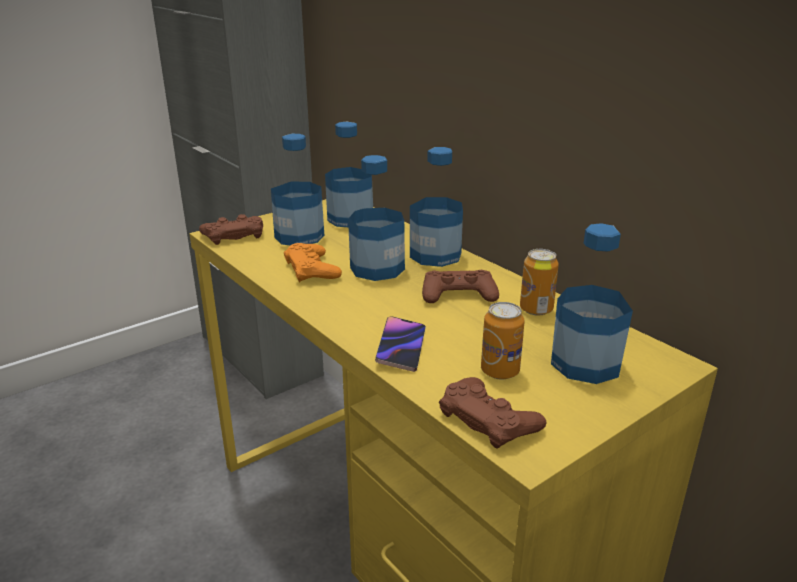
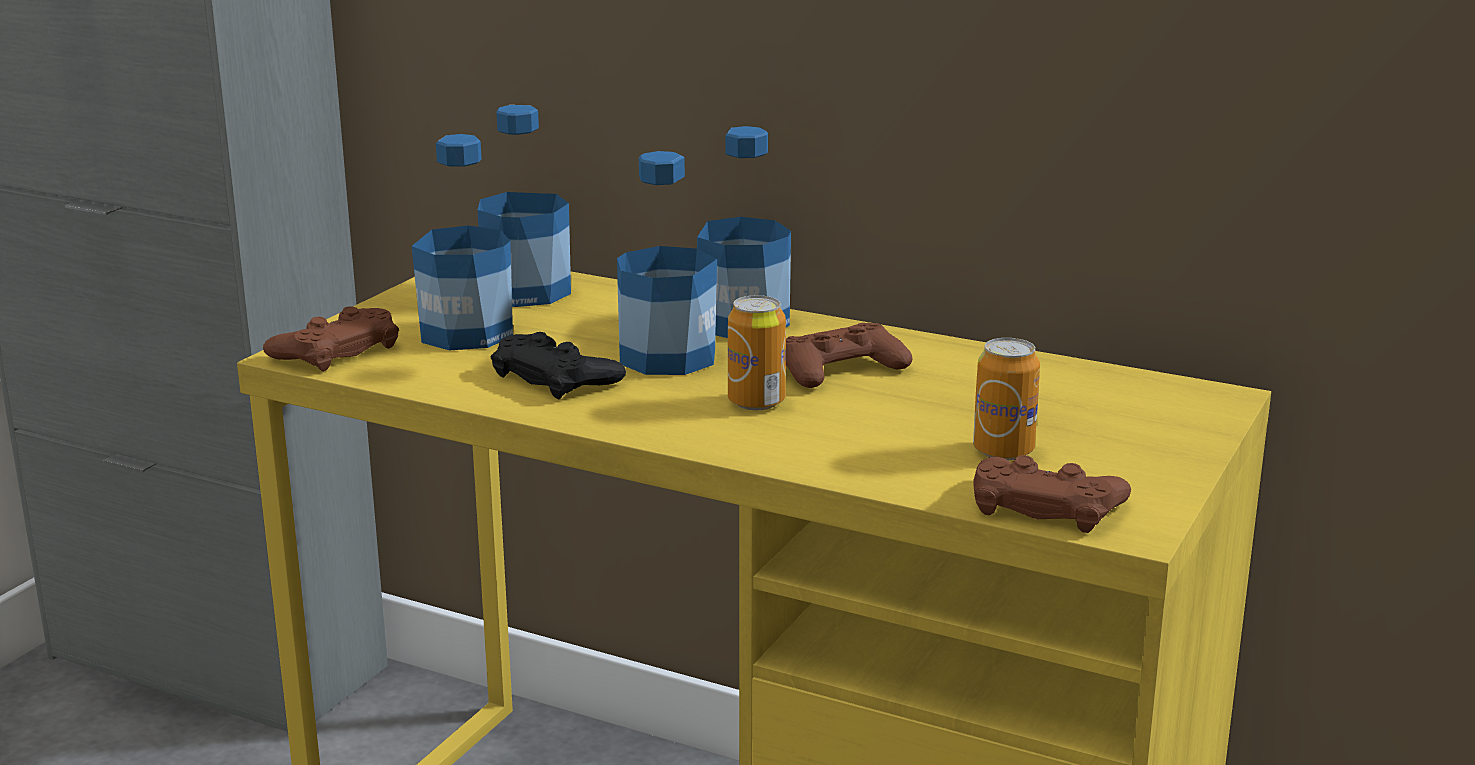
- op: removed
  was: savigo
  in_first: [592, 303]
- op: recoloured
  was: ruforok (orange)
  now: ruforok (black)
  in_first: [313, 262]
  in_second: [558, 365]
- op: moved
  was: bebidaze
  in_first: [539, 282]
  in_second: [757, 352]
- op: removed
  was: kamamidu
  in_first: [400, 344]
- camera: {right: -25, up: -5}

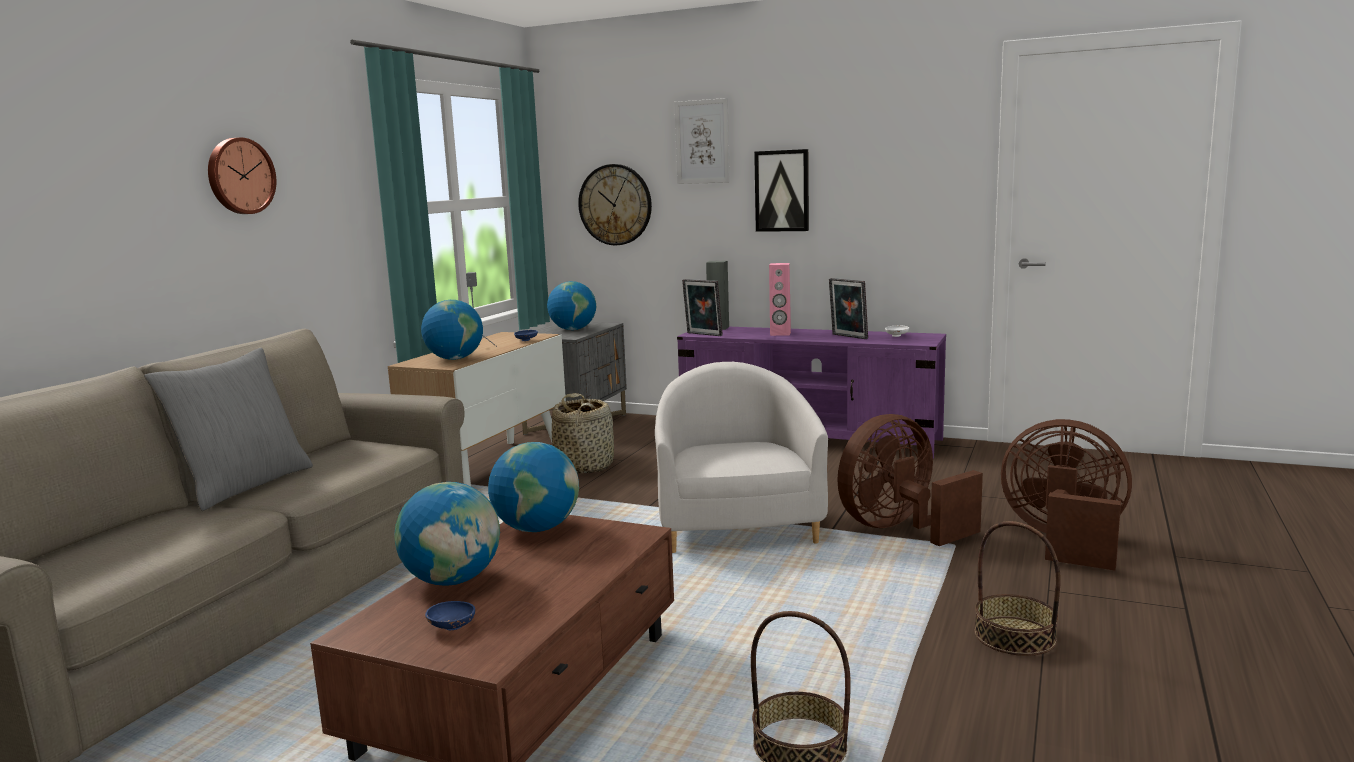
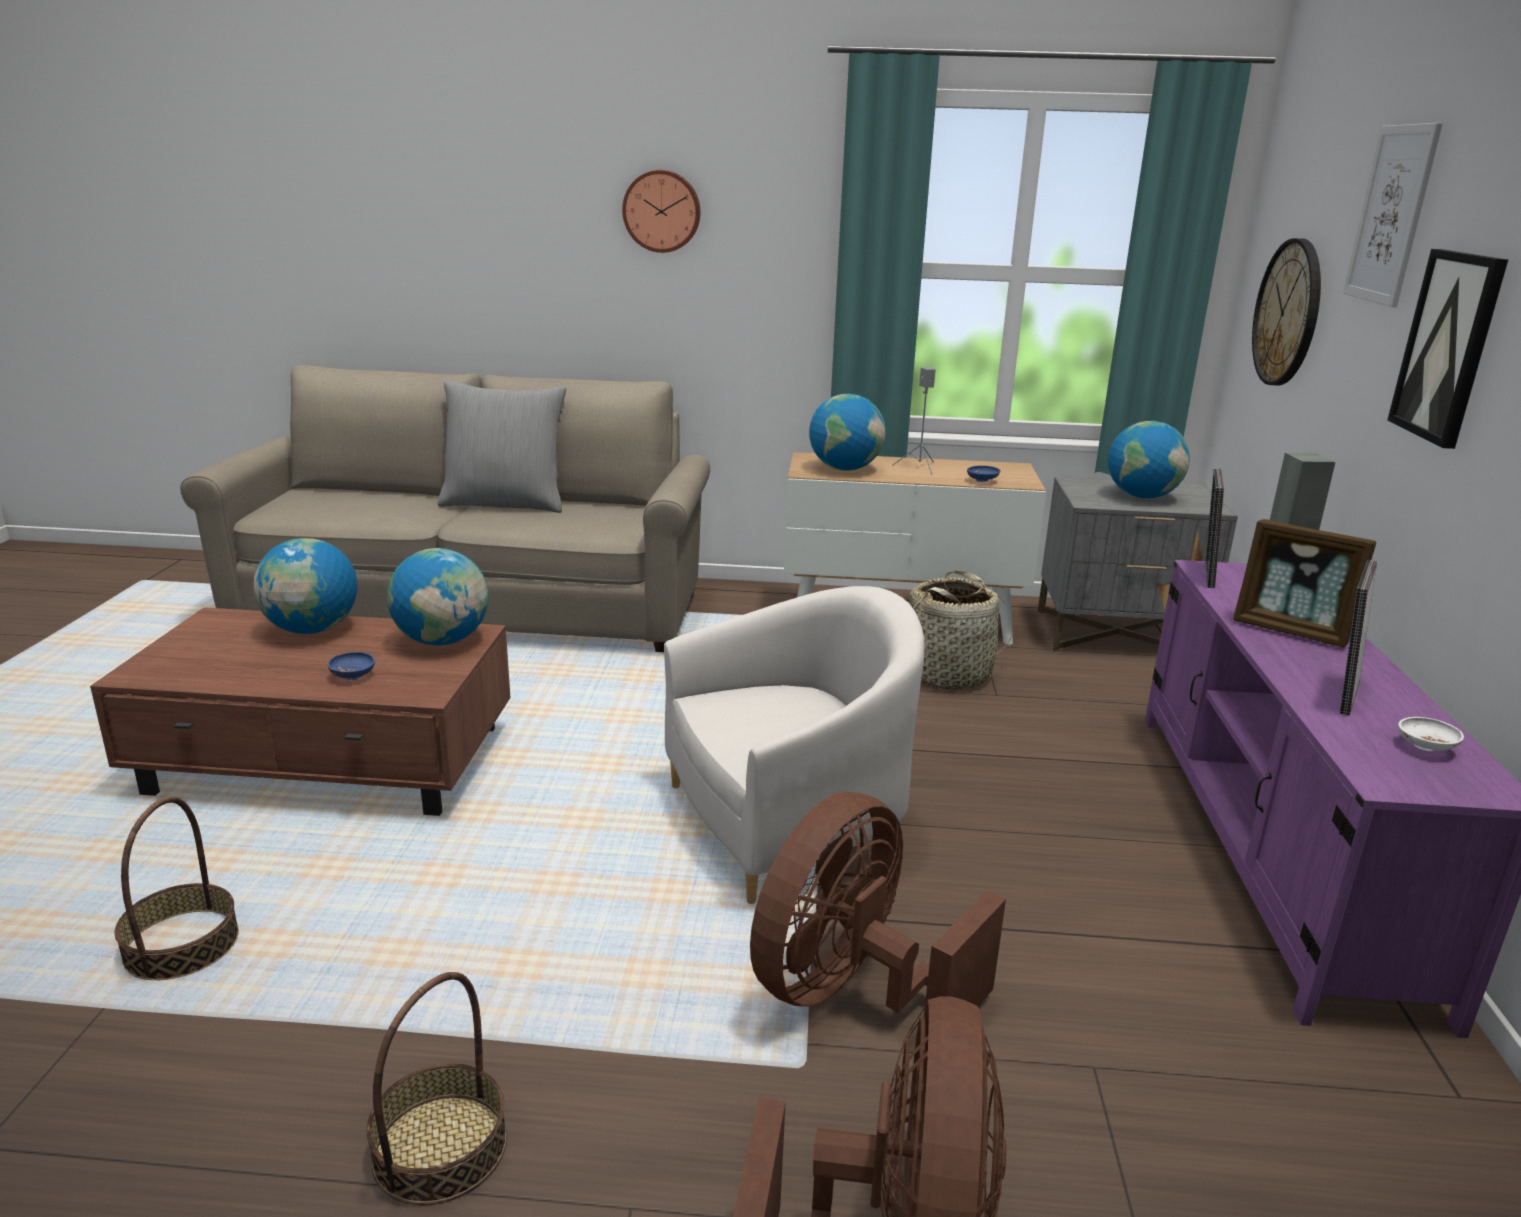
- op: replaced
  was: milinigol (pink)
  now: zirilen
  in_first: [780, 299]
  in_second: [1304, 583]
- op: turned
  was: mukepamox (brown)
  in_first: [910, 480]
  in_second: [878, 902]
  clockwise: -90
- op: moved
  was: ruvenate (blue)
  in_first: [450, 615]
  in_second: [351, 666]
- camera: {right: 70, up: 10}

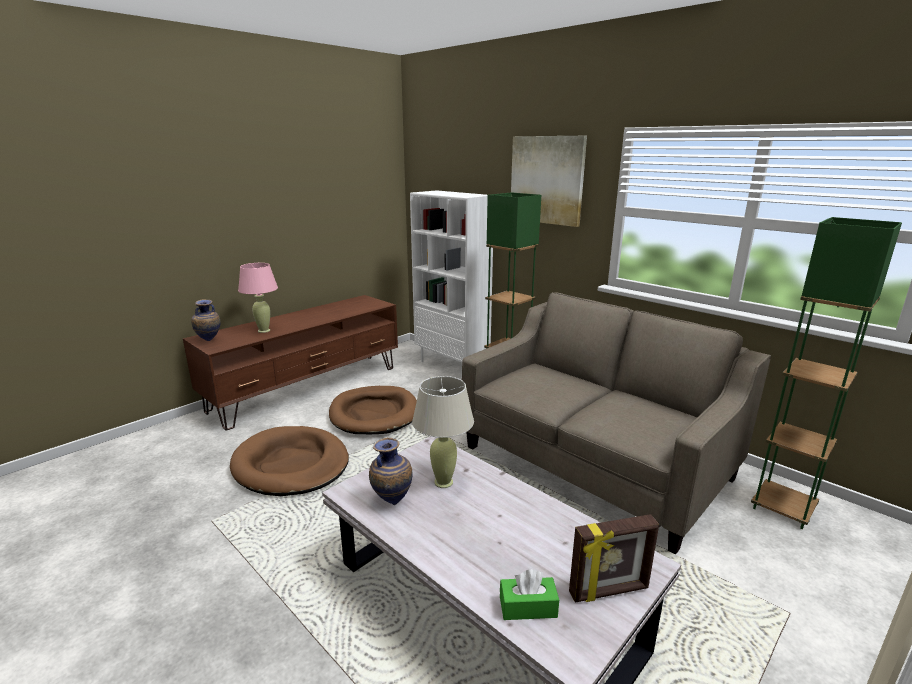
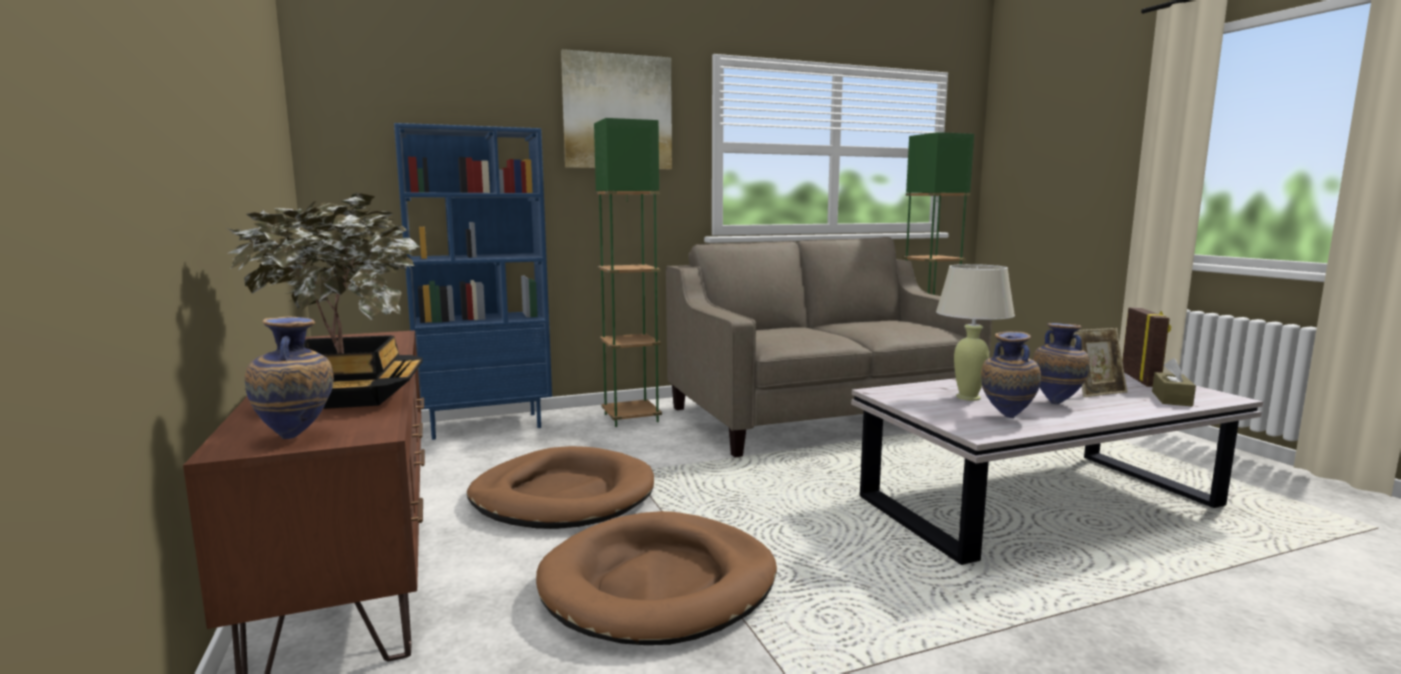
- op: recoloured
  was: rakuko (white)
  now: rakuko (blue)
  in_first: [451, 276]
  in_second: [473, 281]
- op: replaced
  was: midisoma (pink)
  now: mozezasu
  in_first: [258, 298]
  in_second: [325, 301]
- op: recoloured
  was: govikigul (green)
  now: govikigul (brown)
  in_first: [529, 594]
  in_second: [1174, 382]
- op: added
  now: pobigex
  in_second: [1061, 364]
- op: added
  now: zirilen
  in_second: [1100, 362]
- camera: {right: -65, up: -10}

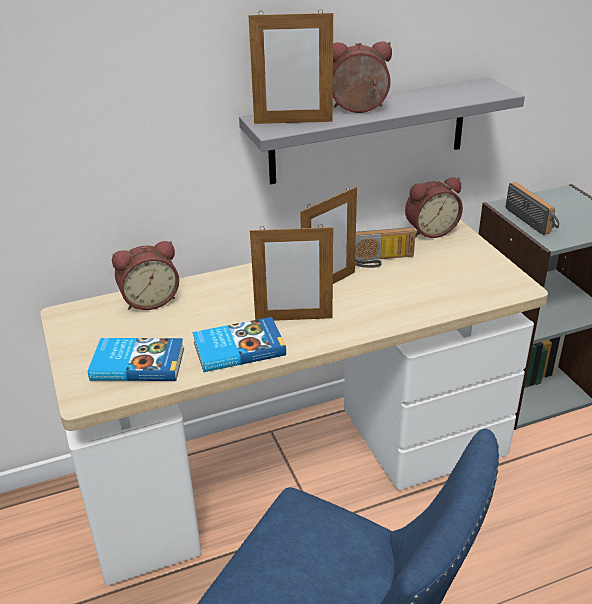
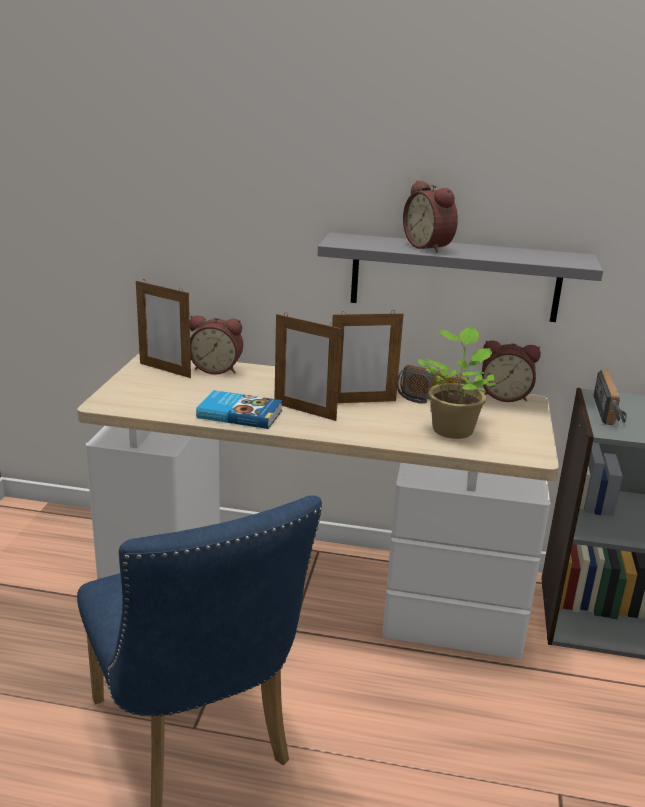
- op: moved
  was: zirilen
  in_first: [291, 66]
  in_second: [163, 328]
- op: turned
  was: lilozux
  in_first: [362, 77]
  in_second: [430, 216]
  clockwise: -150
- op: removed
  was: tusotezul
  in_first: [136, 359]
- op: added
  now: mozezasu
  in_second: [456, 382]
- camera: {right: 30, up: -10}

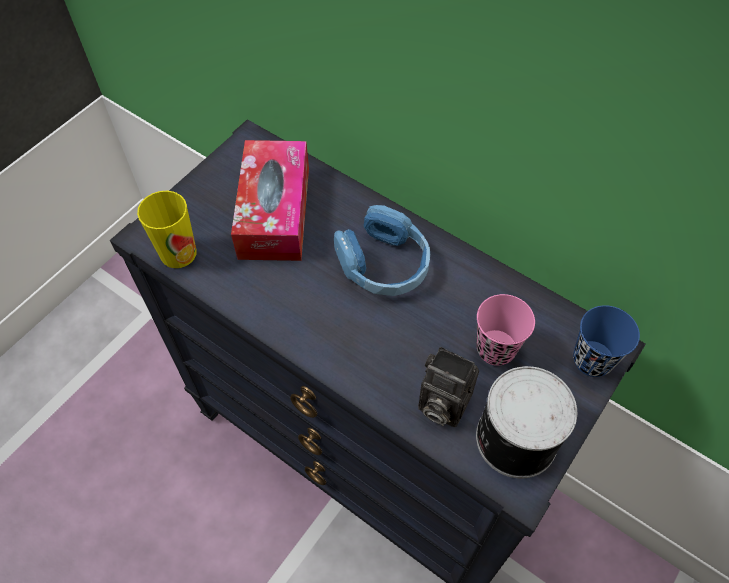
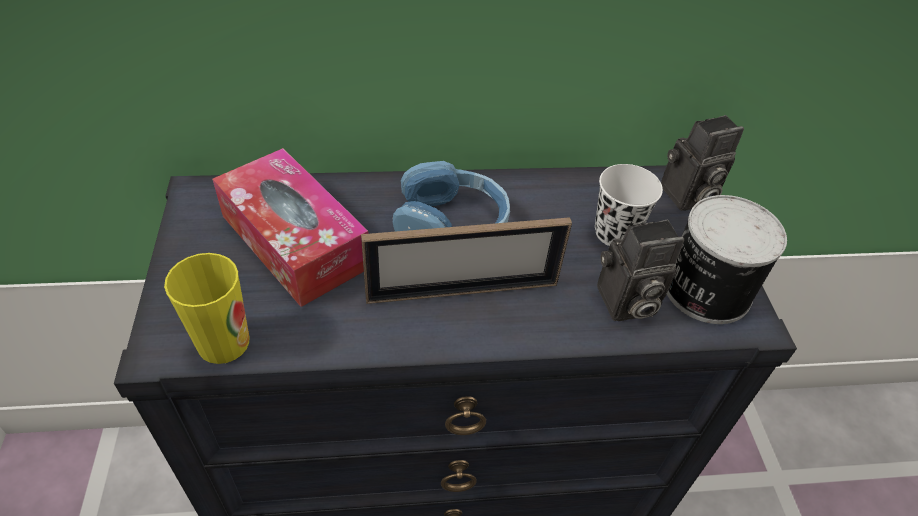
- op: recoloured
  was: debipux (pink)
  now: debipux (white)
  in_first: [505, 330]
  in_second: [629, 205]
- op: replaced
  was: debipux (blue)
  now: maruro
  in_first: [606, 341]
  in_second: [702, 163]
- op: added
  now: zirilen
  in_second: [466, 260]
- camera: {right: -45, up: -10}

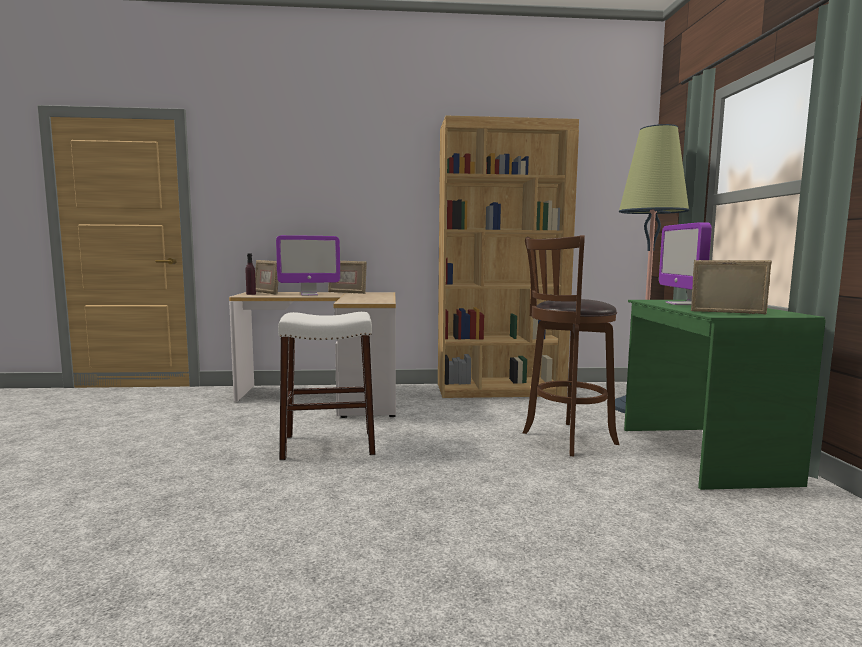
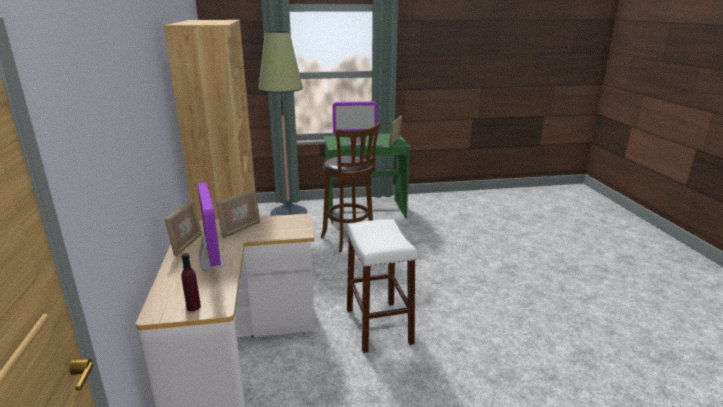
- op: moved
  was: zirilen
  in_first: [266, 277]
  in_second: [238, 213]
- camera: {right: -95, up: 15}

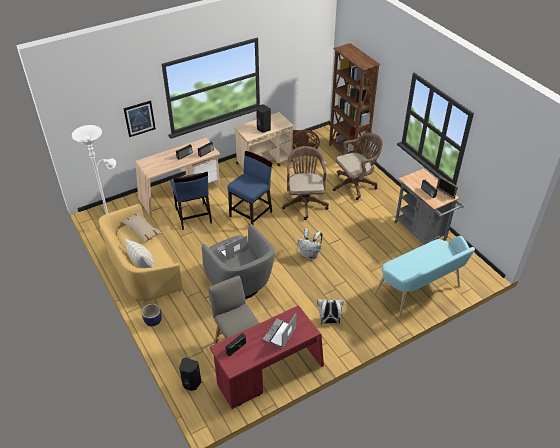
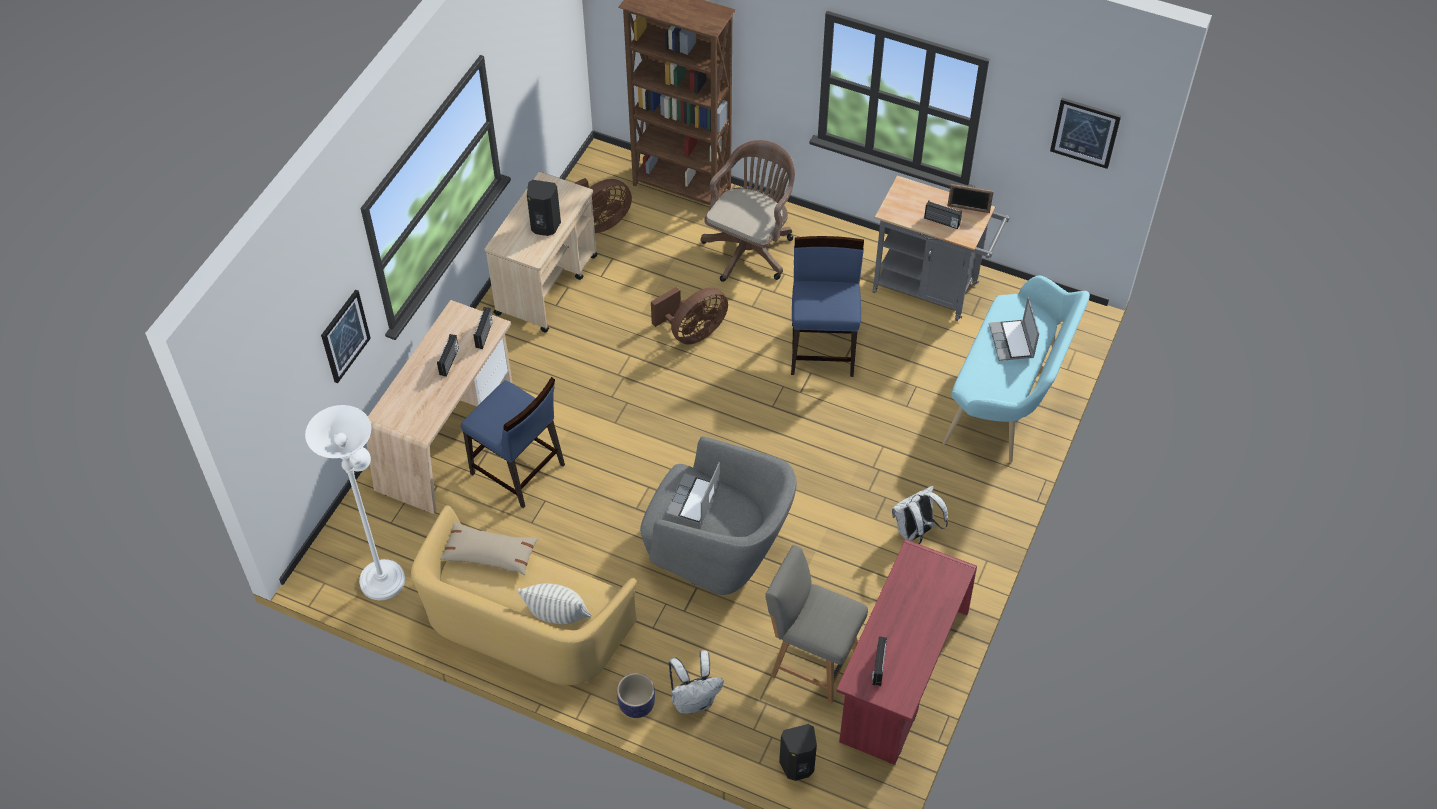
- op: replaced
  was: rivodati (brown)
  now: mukepamox (brown)
  in_first: [305, 183]
  in_second: [689, 316]
- op: moved
  was: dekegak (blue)
  in_first: [249, 188]
  in_second: [827, 306]
- op: moved
  was: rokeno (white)
  in_first: [310, 244]
  in_second: [696, 682]
- op: moved
  was: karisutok
  in_first: [279, 331]
  in_second: [1014, 329]
- op: added
  now: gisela
  in_second: [1085, 133]
- camera: {right: -35, up: 10}

